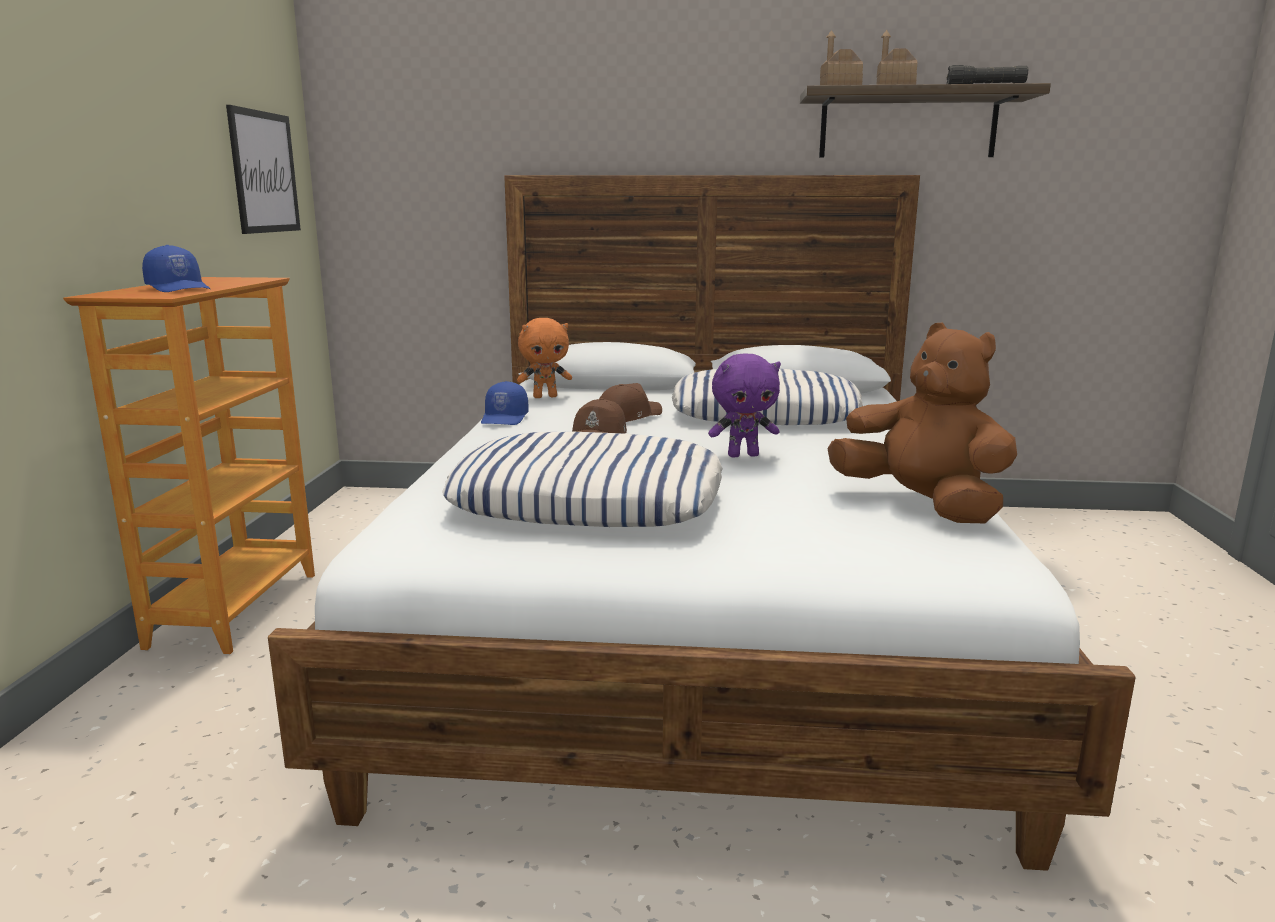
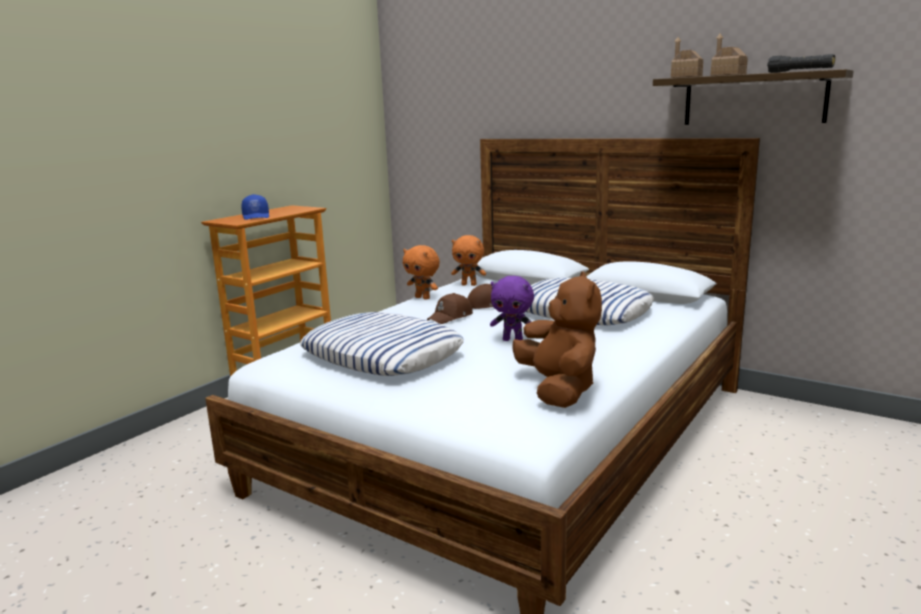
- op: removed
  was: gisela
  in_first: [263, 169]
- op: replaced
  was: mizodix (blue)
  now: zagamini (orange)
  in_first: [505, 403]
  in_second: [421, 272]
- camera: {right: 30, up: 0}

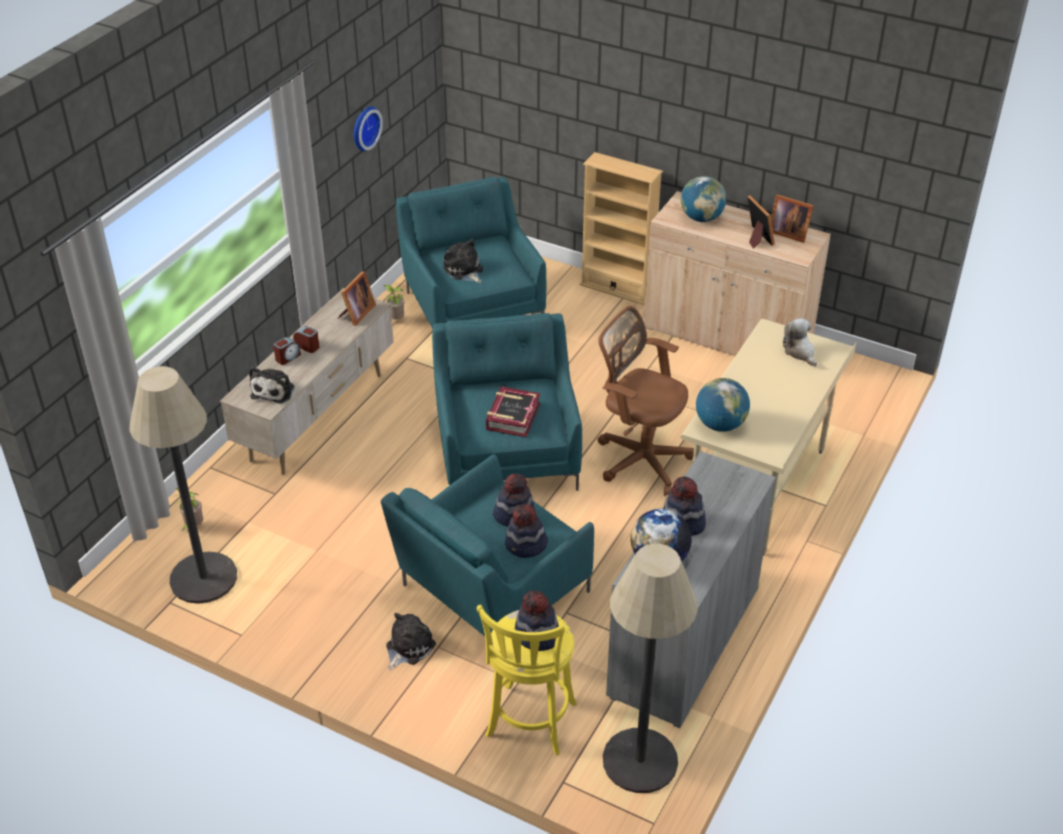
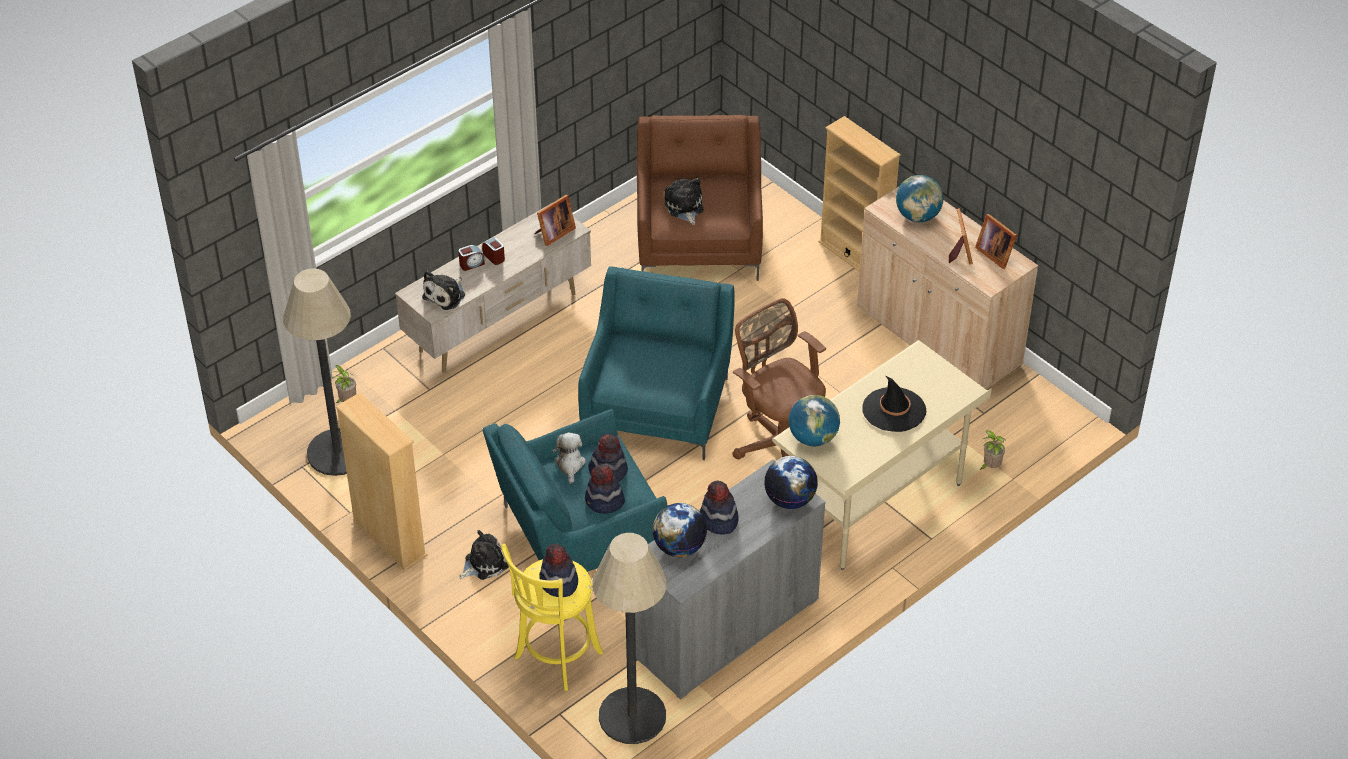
- op: removed
  was: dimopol
  in_first: [368, 128]
- op: recoloured
  was: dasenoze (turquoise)
  now: dasenoze (brown)
  in_first: [471, 253]
  in_second: [700, 198]
- op: moved
  was: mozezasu
  in_first: [394, 302]
  in_second: [993, 450]
- op: moved
  was: zagamini
  in_first: [800, 343]
  in_second: [569, 458]
- op: removed
  was: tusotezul
  in_first: [513, 411]
- op: added
  now: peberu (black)
  in_second: [894, 404]
- op: added
  now: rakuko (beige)
  in_second: [382, 481]
- op: added
  now: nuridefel
  in_second: [791, 482]
- camera: {right: 20, up: 5}

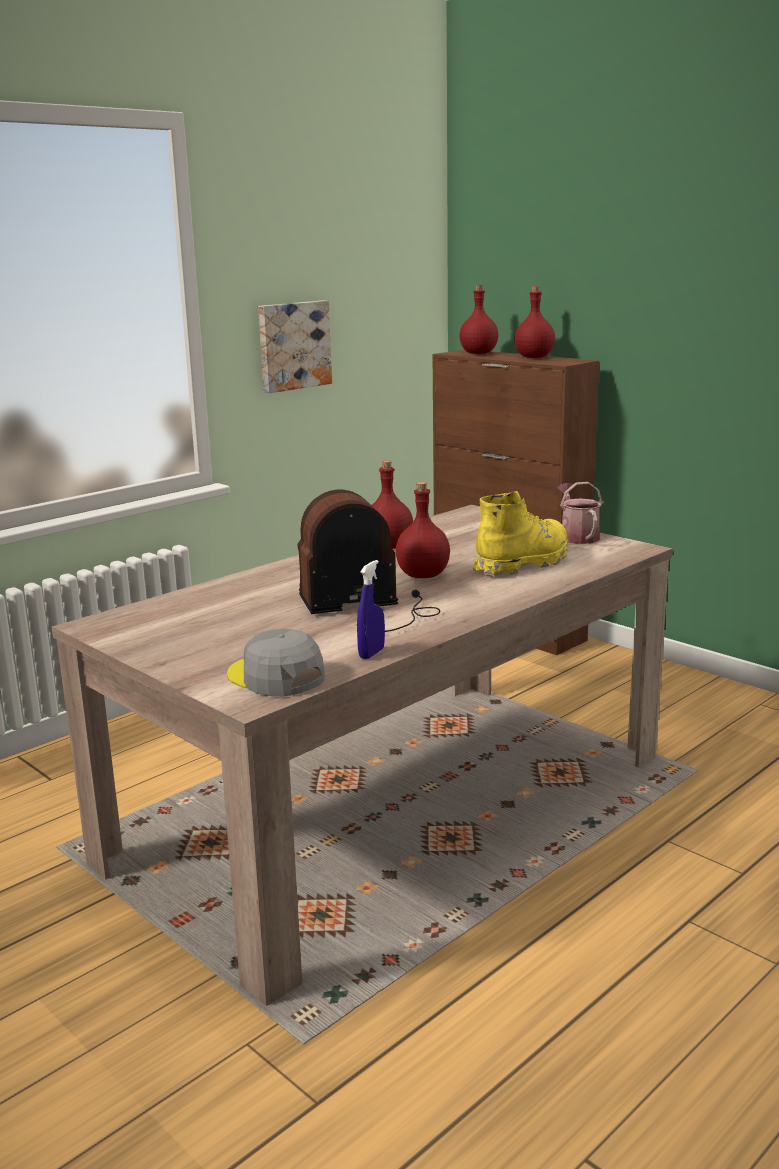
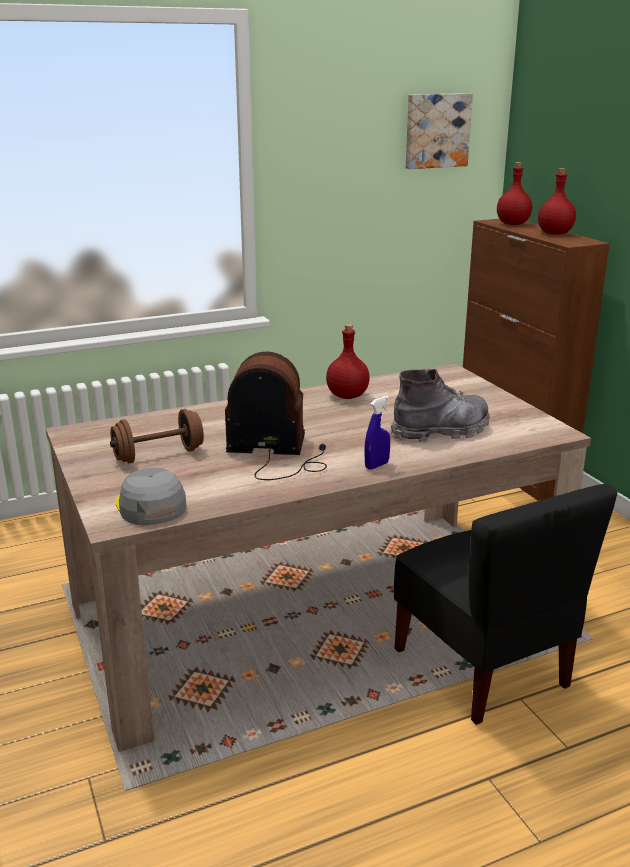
- op: moved
  was: gisela
  in_first: [295, 347]
  in_second: [439, 131]
- op: removed
  was: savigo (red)
  in_first: [423, 530]
- op: removed
  was: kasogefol
  in_first: [580, 513]
- op: recoloured
  was: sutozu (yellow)
  now: sutozu (grey)
  in_first: [520, 533]
  in_second: [440, 405]
- op: moved
  was: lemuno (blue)
  in_first: [371, 609]
  in_second: [377, 433]
- op: added
  now: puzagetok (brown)
  in_second: [157, 436]
- op: added
  now: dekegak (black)
  in_second: [506, 604]
- camera: {right: 20, up: 5}

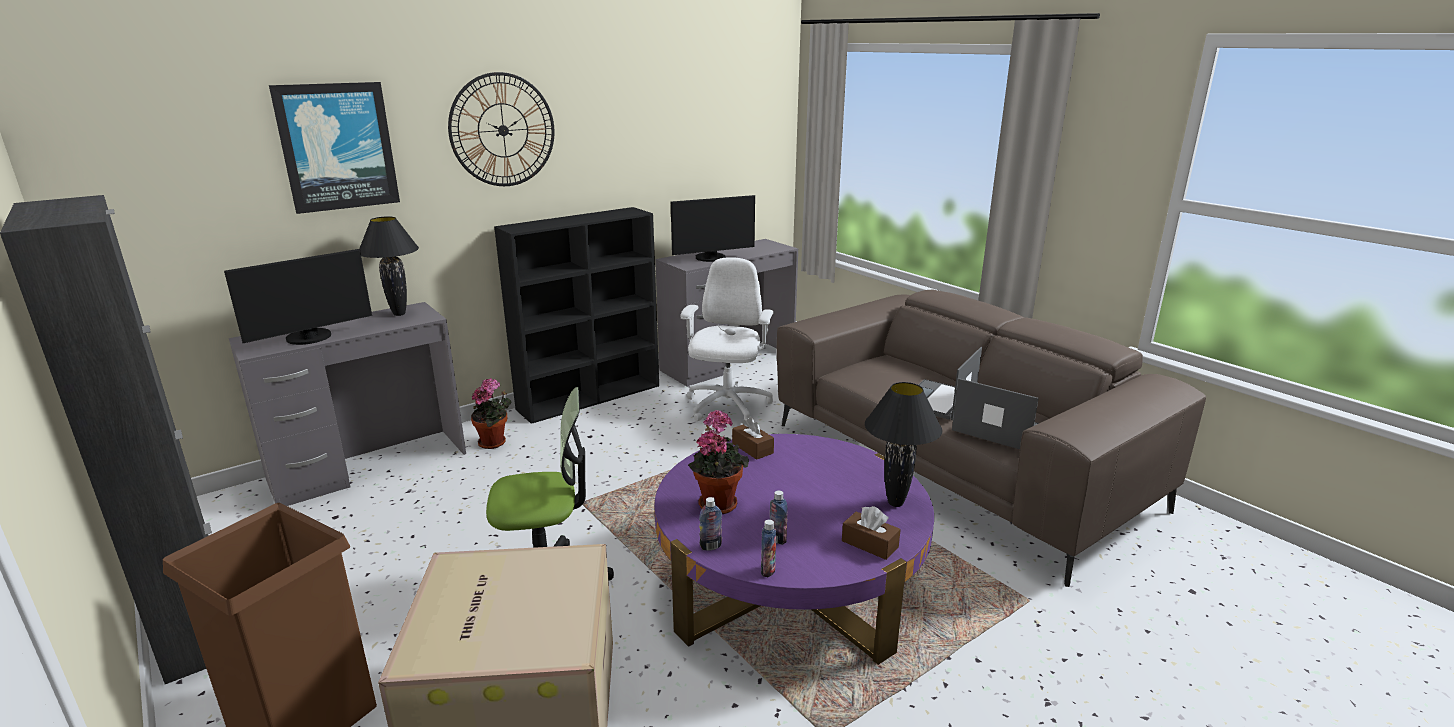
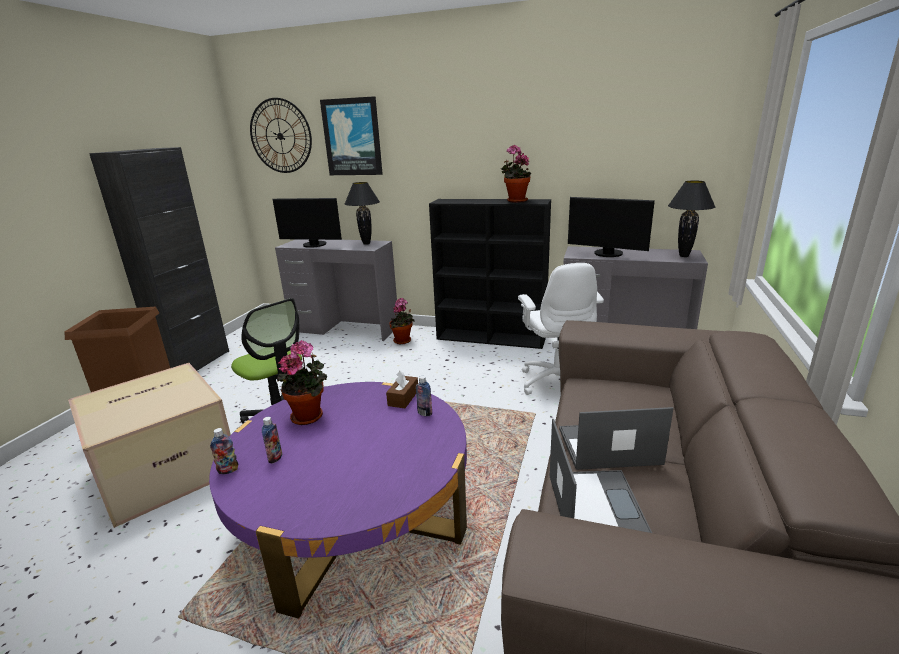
- op: moved
  was: dimopol
  in_first: [501, 129]
  in_second: [281, 135]
- op: turned
  was: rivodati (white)
  in_first: [727, 339]
  in_second: [561, 329]
  clockwise: 105
- op: moved
  was: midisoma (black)
  in_first: [903, 444]
  in_second: [691, 219]
- op: moved
  was: savigo
  in_first: [710, 524]
  in_second: [424, 396]
- op: removed
  was: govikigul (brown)
  in_first: [871, 533]
- op: added
  now: mozezasu
  in_second: [516, 174]
- camera: {right: 55, up: 0}

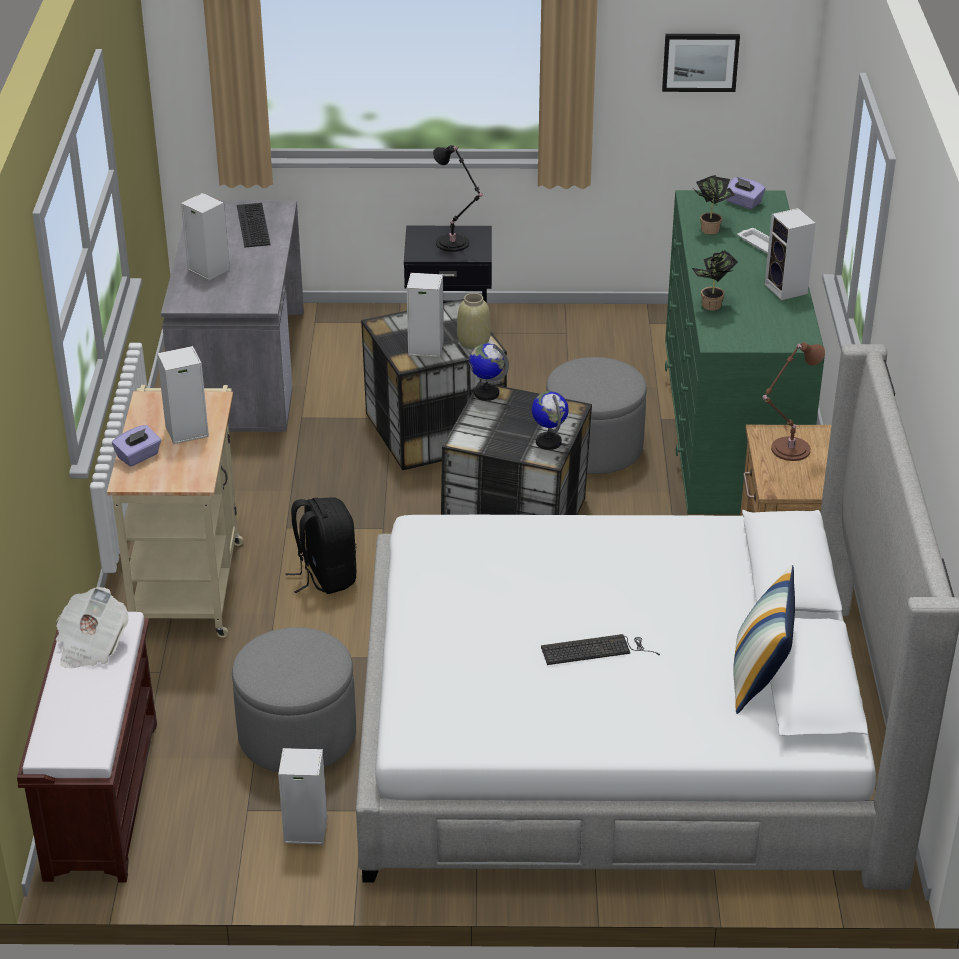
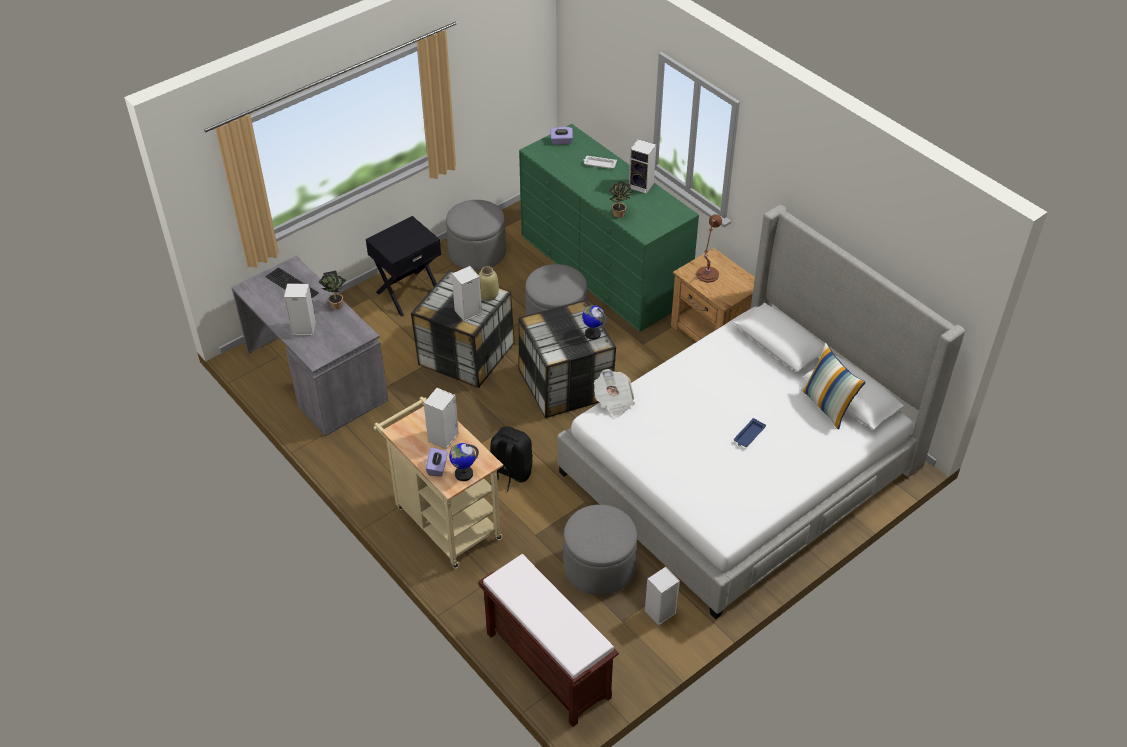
- op: removed
  was: gisela
  in_first: [701, 63]
- op: removed
  was: midisoma (black)
  in_first: [459, 198]
- op: moved
  was: mozezasu
  in_first: [714, 205]
  in_second: [332, 290]
- op: moved
  was: nuridefel
  in_first: [489, 372]
  in_second: [464, 462]
- op: moved
  was: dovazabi
  in_first: [92, 627]
  in_second: [614, 393]
- op: replaced
  was: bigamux
  now: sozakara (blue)
  in_first: [600, 649]
  in_second: [750, 432]
- op: added
  now: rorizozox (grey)
  in_second: [476, 235]
- camera: {right: -40, up: 10}

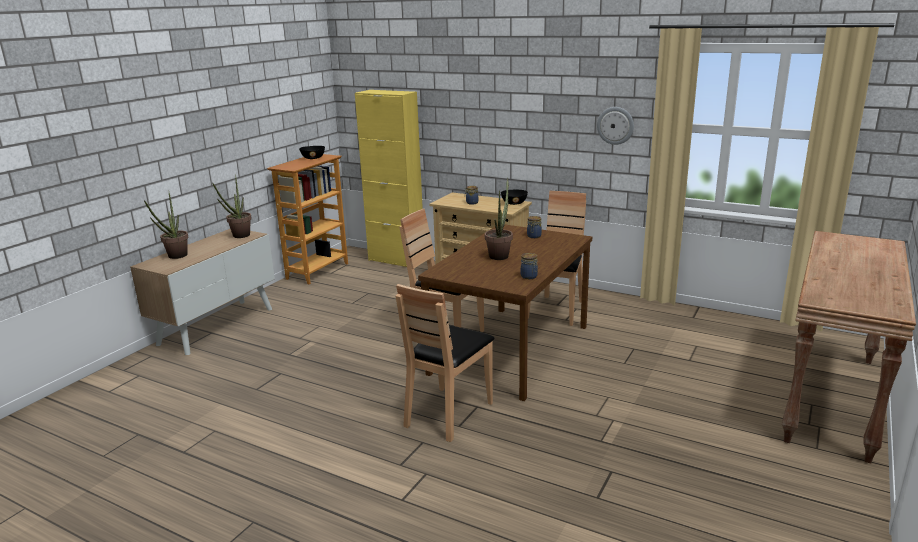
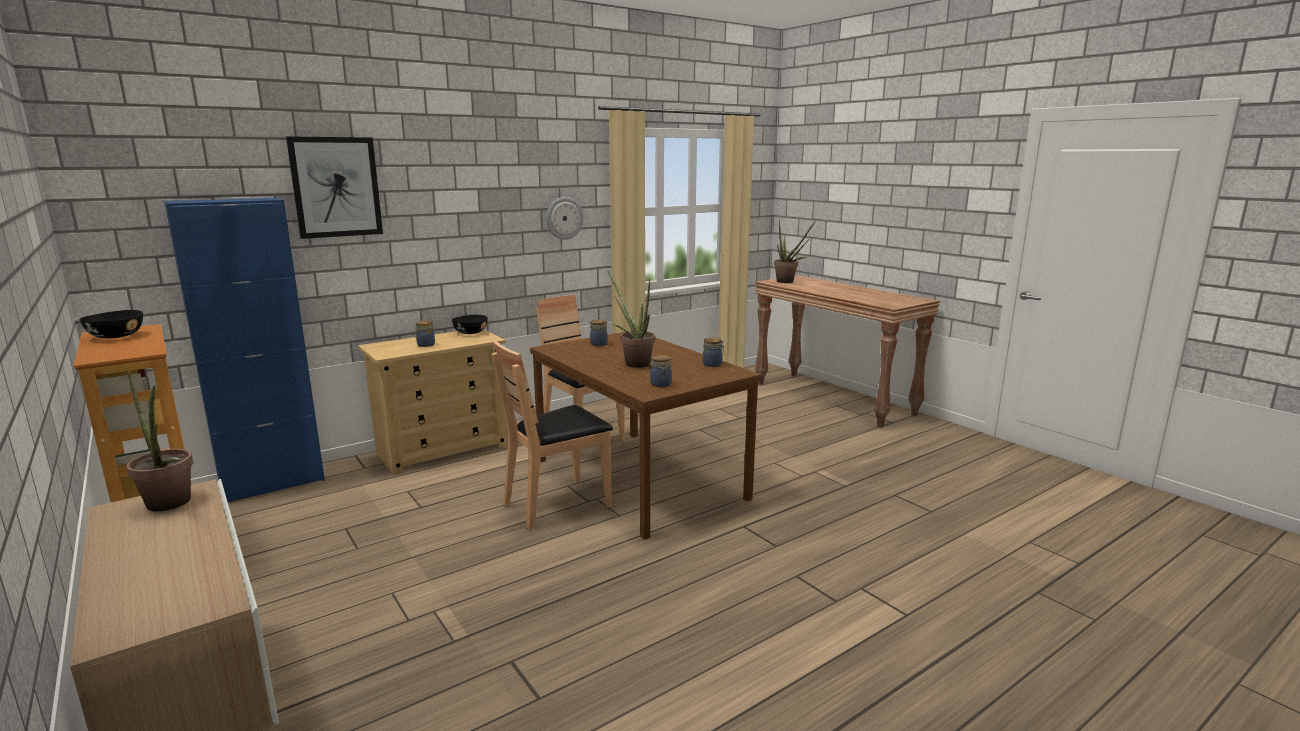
- op: recoloured
  was: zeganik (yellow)
  now: zeganik (blue)
  in_first: [389, 178]
  in_second: [244, 350]
- op: moved
  was: mozezasu
  in_first: [166, 224]
  in_second: [795, 251]
- op: removed
  was: dekegak (brown)
  in_first: [445, 363]
- op: added
  now: gisela
  in_second: [334, 187]
- op: added
  now: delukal
  in_second: [661, 371]
- camera: {right: -65, up: -5}

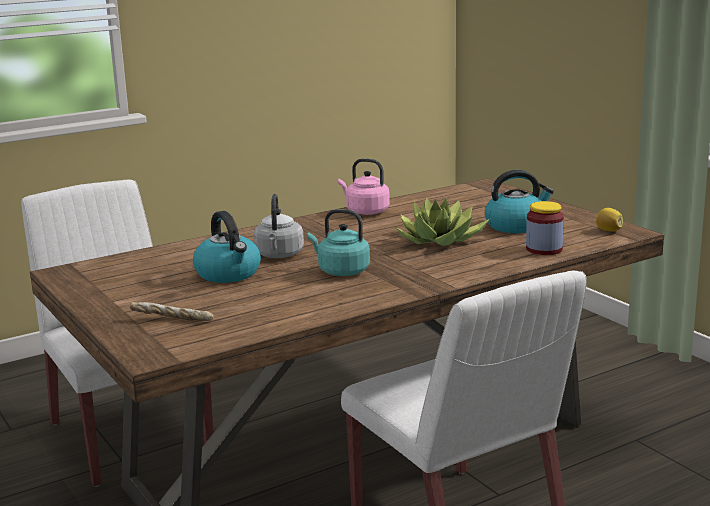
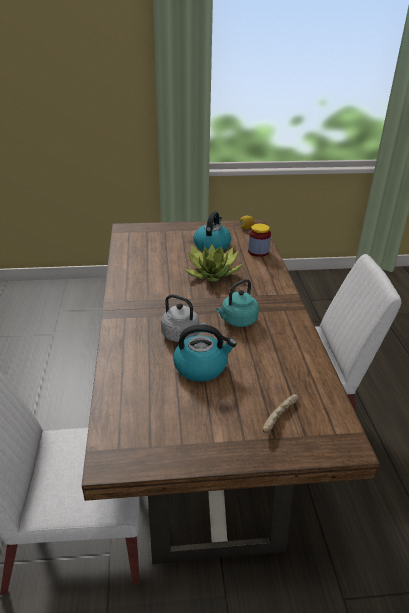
- op: removed
  was: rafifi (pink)
  in_first: [364, 186]
- camera: {right: -65, up: 15}

